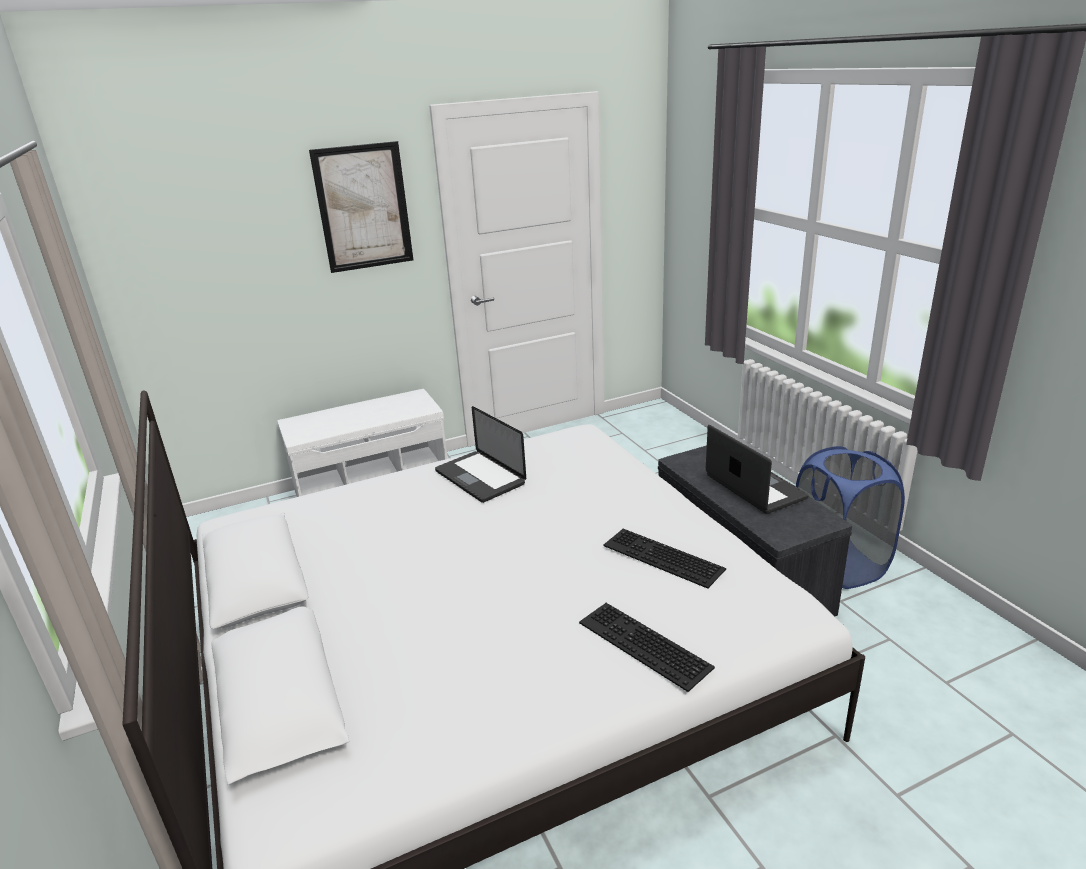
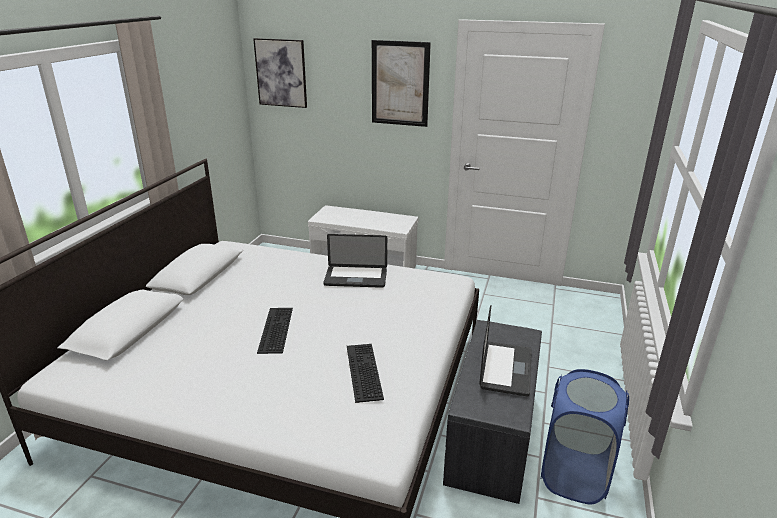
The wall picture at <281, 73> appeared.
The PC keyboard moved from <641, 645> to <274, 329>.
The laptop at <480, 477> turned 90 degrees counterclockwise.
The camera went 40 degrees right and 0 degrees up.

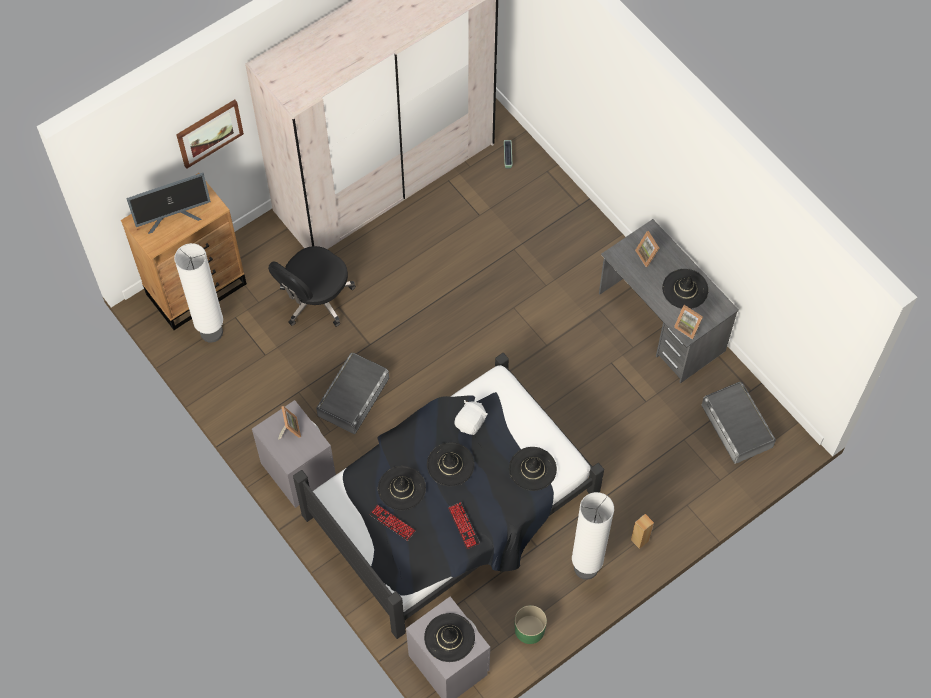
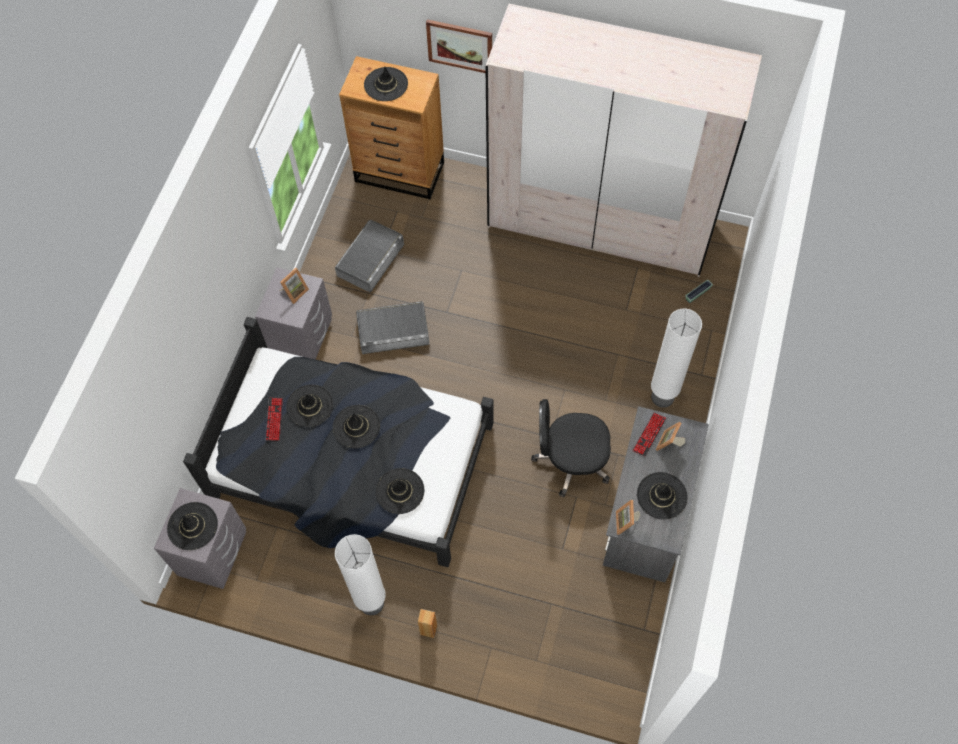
The greyish storage box moved from <737, 426> to <370, 260>.
The computer screen at <173, 217> was replaced by the black wearable hat at <386, 84>.
The black computer chair moved from <315, 299> to <570, 460>.
The PC keyboard moved from <463, 525> to <649, 434>.
The whitish standard lamp moved from <211, 332> to <662, 397>.
The whitish cuddly toy at <471, 422> disappeared.
The green-coloured planter at <530, 629> disappeared.
The camera went 55 degrees right and 0 degrees up.

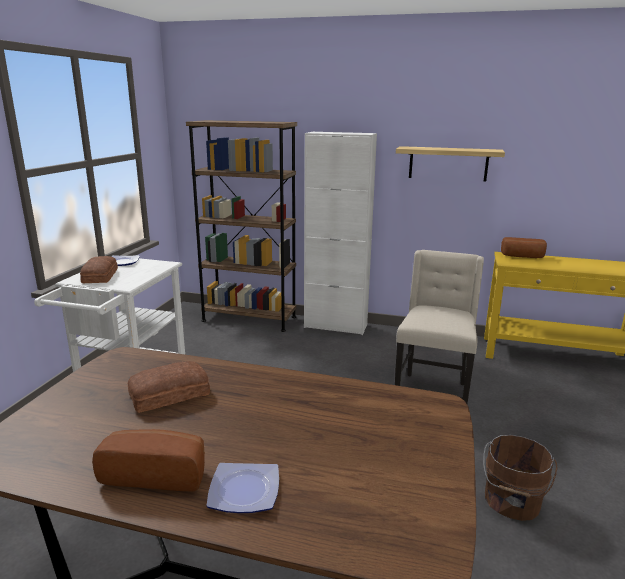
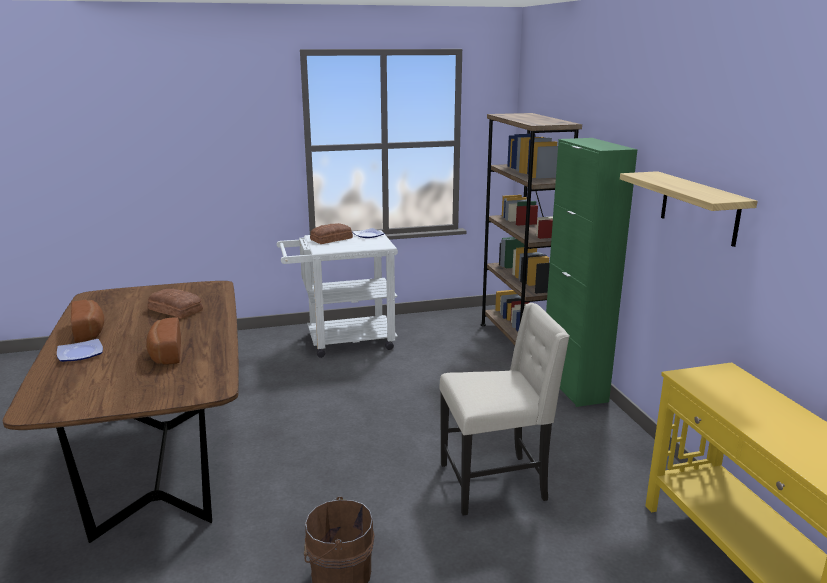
The baked bread moved from <523, 257> to <164, 353>.
The whitish cabinet at <335, 326> became the green-coloured cabinet at <573, 386>.
The camera went 60 degrees right and 0 degrees up.

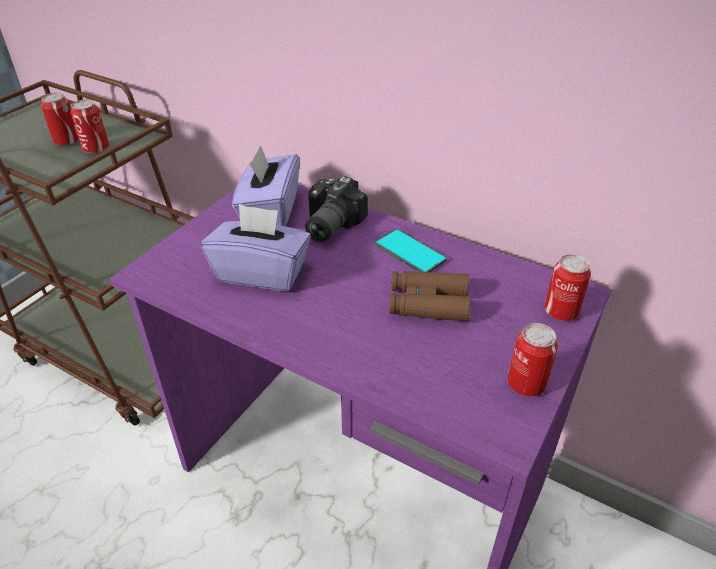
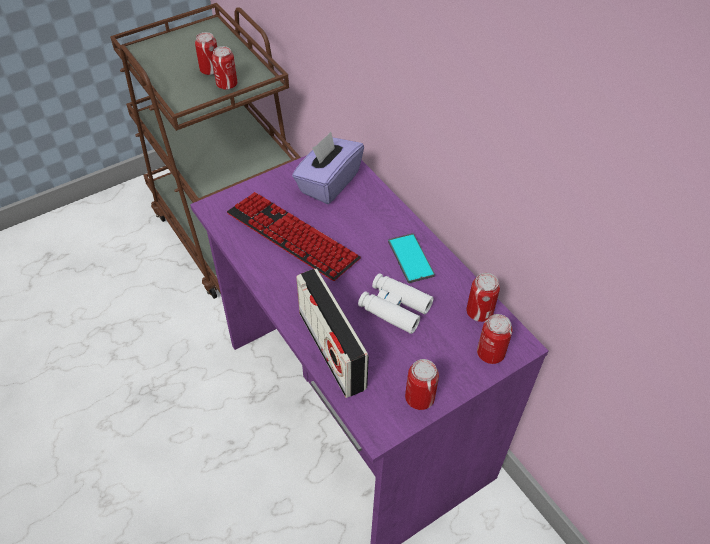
The purple box of tissues at <262, 272> was replaced by the PC keyboard at <292, 237>.
The radio set at <331, 350> appeared.
The brown-coloured binoculars at <428, 303> became the whitish binoculars at <394, 307>.
The can at <479, 312> appeared.
The still camera at <328, 225> disappeared.
The camera went 25 degrees right and 10 degrees up.

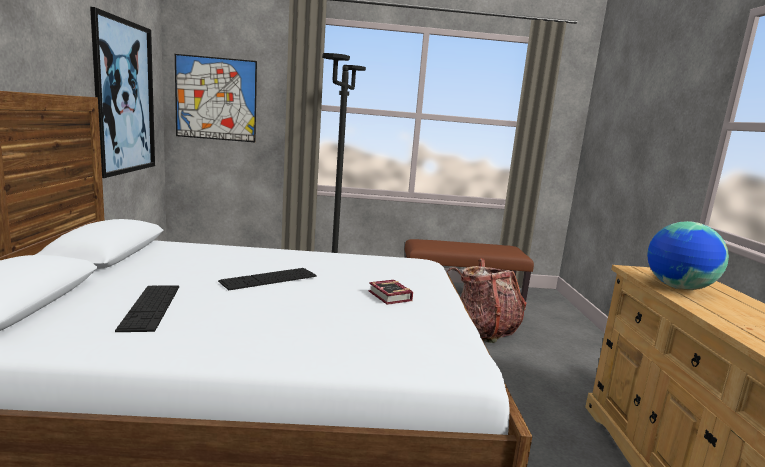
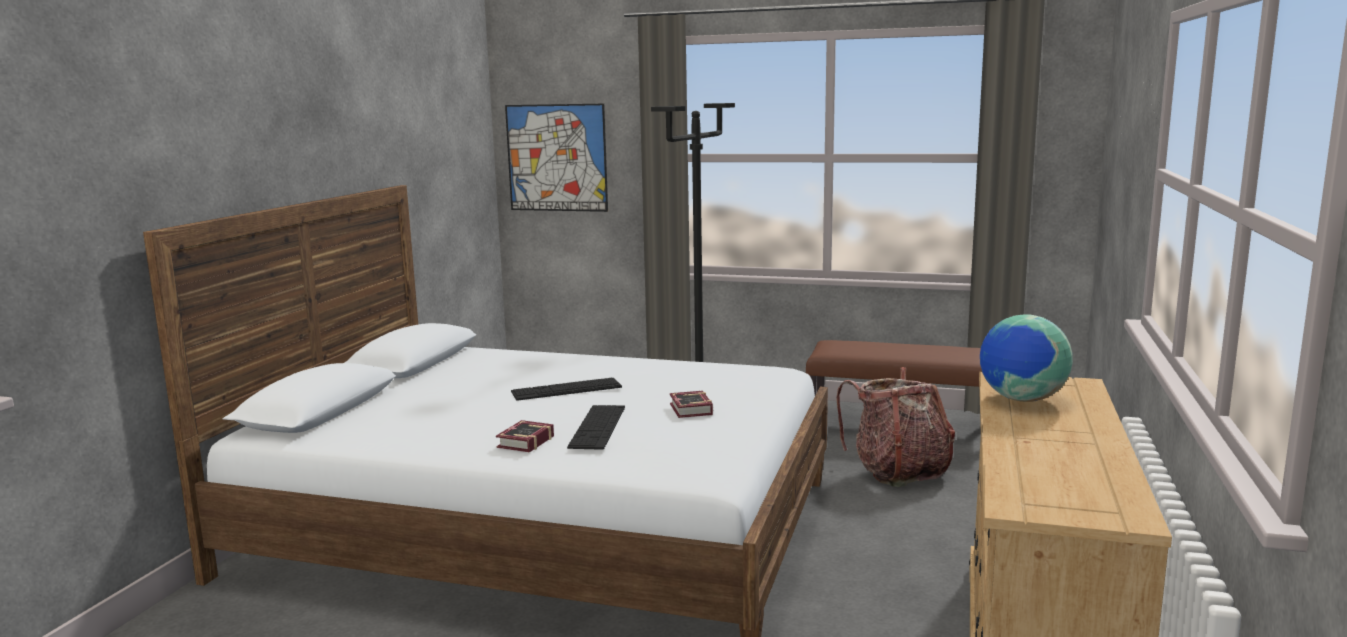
The bound book at <523, 442> appeared.
The PC keyboard moved from <150, 307> to <597, 427>.
The wall picture at <125, 97> disappeared.
The camera went 20 degrees right and 0 degrees up.

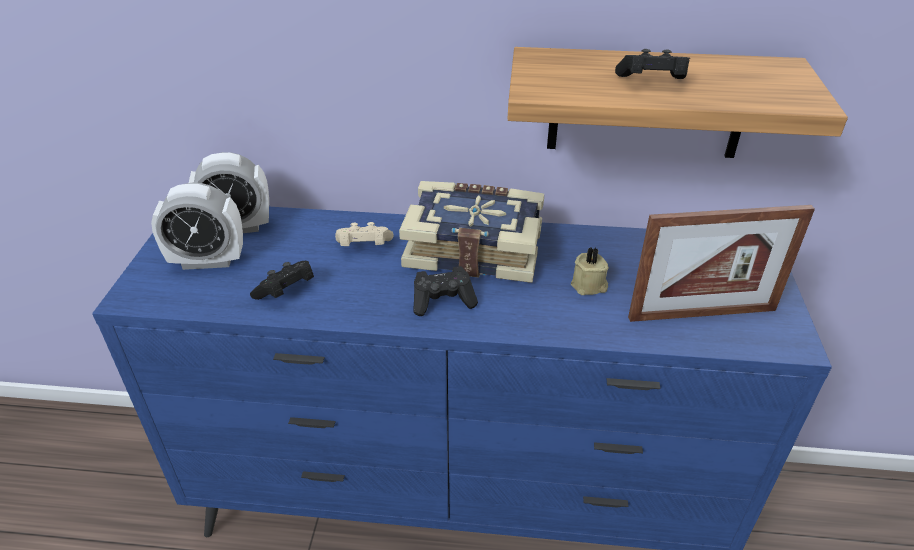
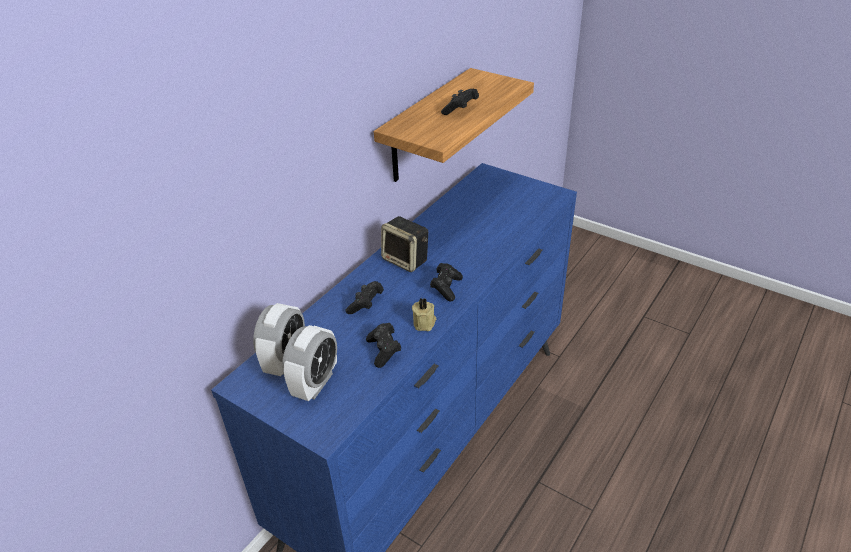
The beige joypad at <364, 247> became the black joypad at <366, 304>.
The bound book at <474, 247> was replaced by the audio speaker at <406, 260>.
The beige wax candle moved from <589, 286> to <425, 323>.
The photo frame at <702, 314> disappeared.
The camera went 60 degrees left and 0 degrees up.

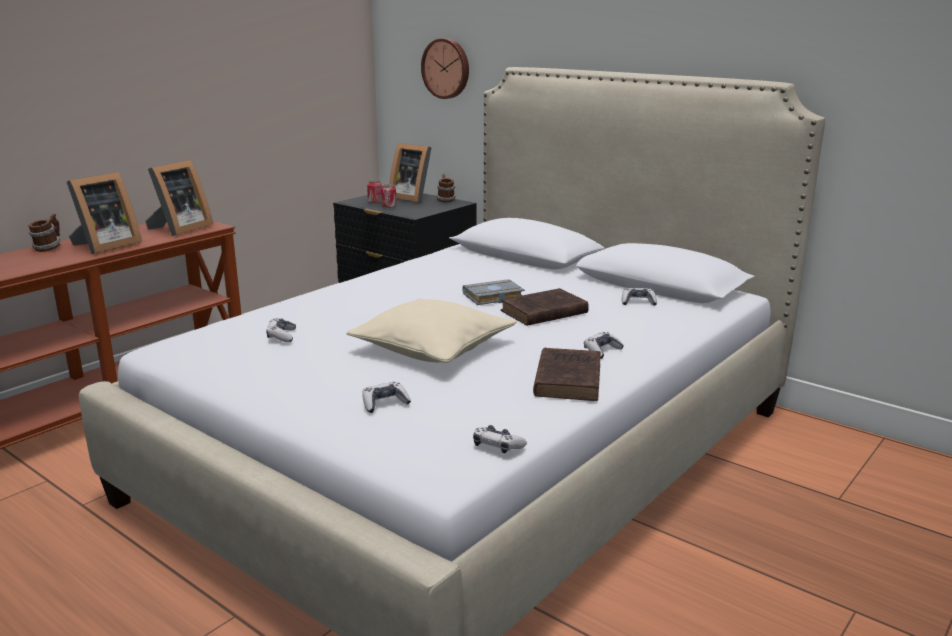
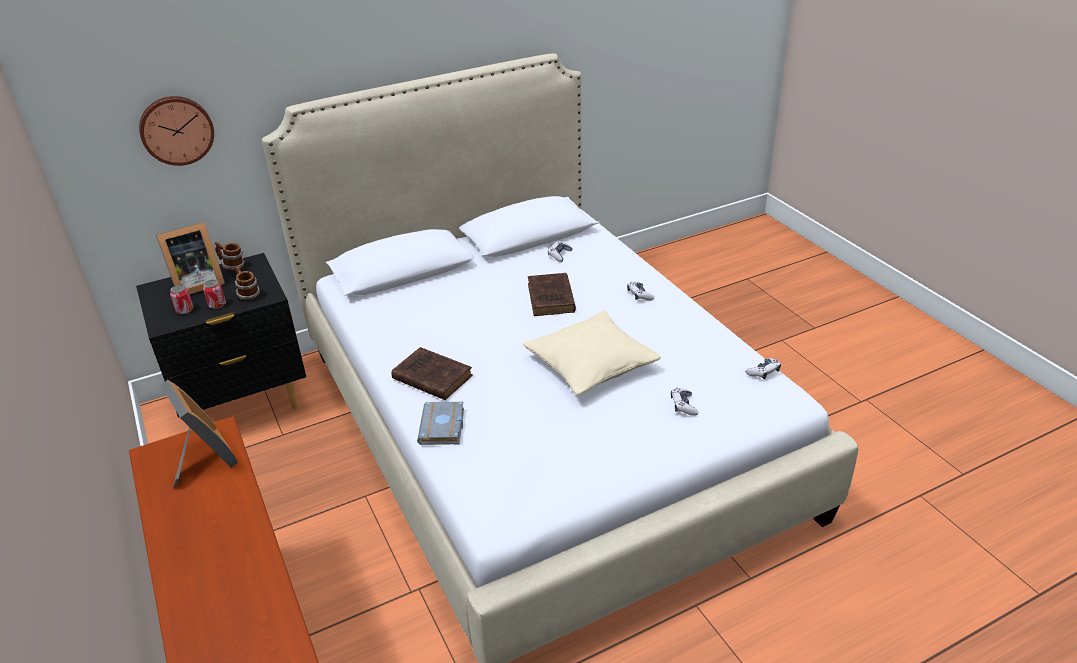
The mug moved from <48, 248> to <248, 295>.
The brown-coloured bound book moved from <568, 378> to <430, 377>.
The greyish bound book moved from <493, 297> to <443, 427>.
The photo frame at <105, 246> disappeared.
The joypad at <281, 336> disappeared.
The camera went 65 degrees left and 15 degrees up.

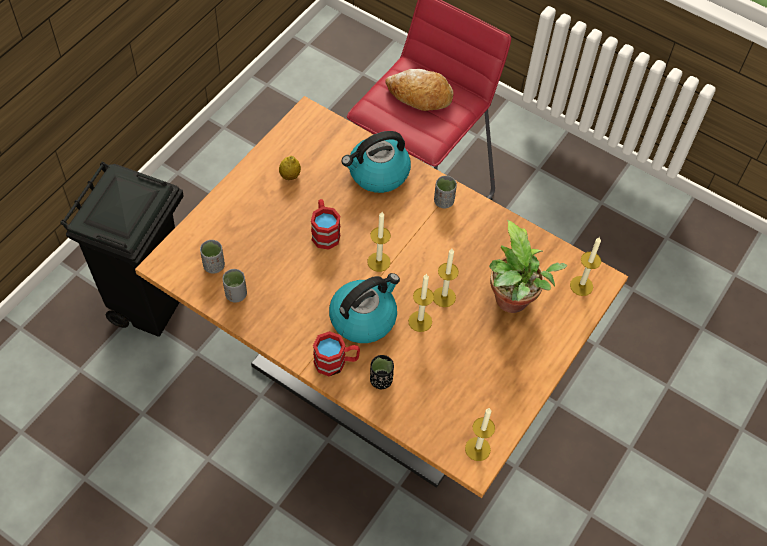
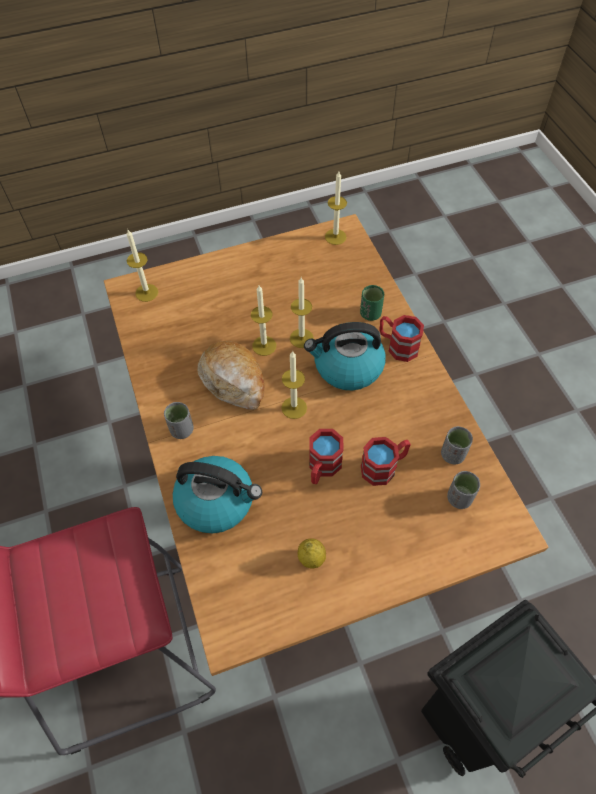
The baked bread moved from <419, 96> to <234, 381>.
The black drinking cup at <381, 380> became the green-coloured drinking cup at <370, 314>.
The reddish mug at <384, 467> appeared.
The plant in a pot at <513, 303> disappeared.
The camera went 140 degrees left and 0 degrees up.

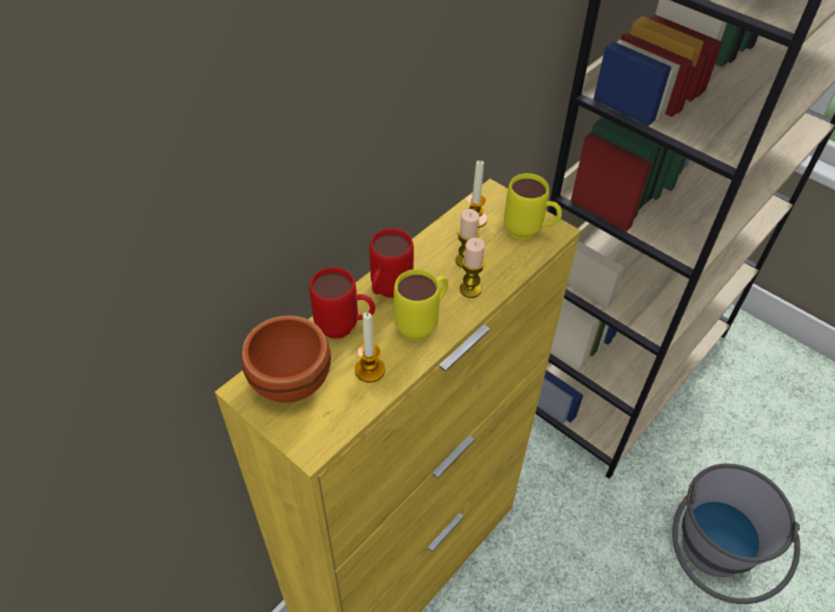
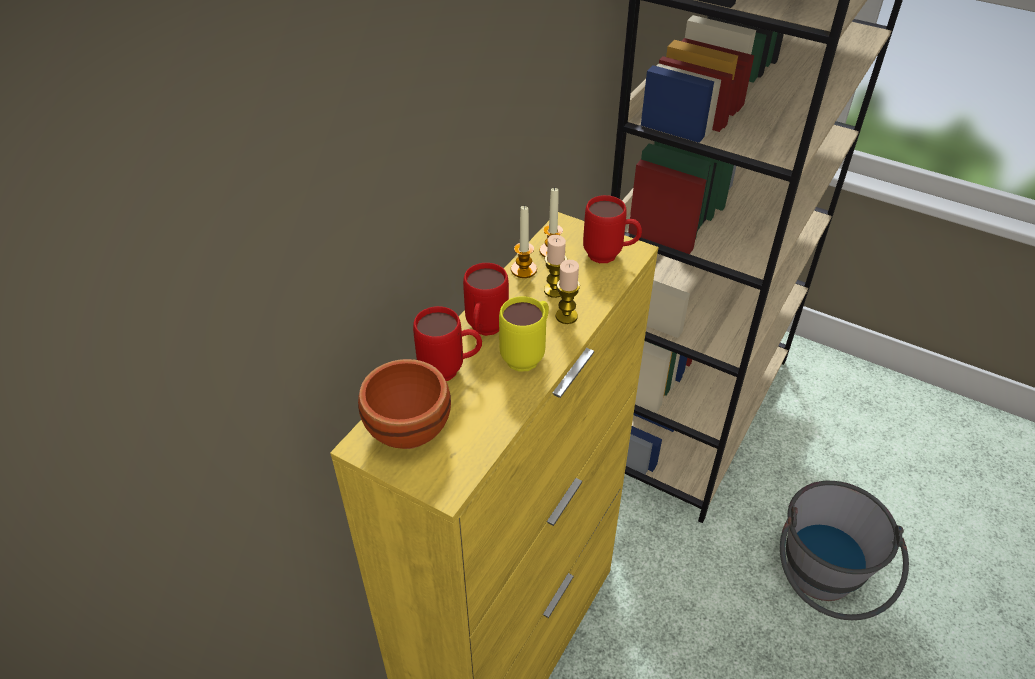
The wax candle moved from <370, 370> to <523, 269>.
The yellowish mug at <529, 233> became the reddish mug at <610, 257>.
The camera went 10 degrees left and 5 degrees down.

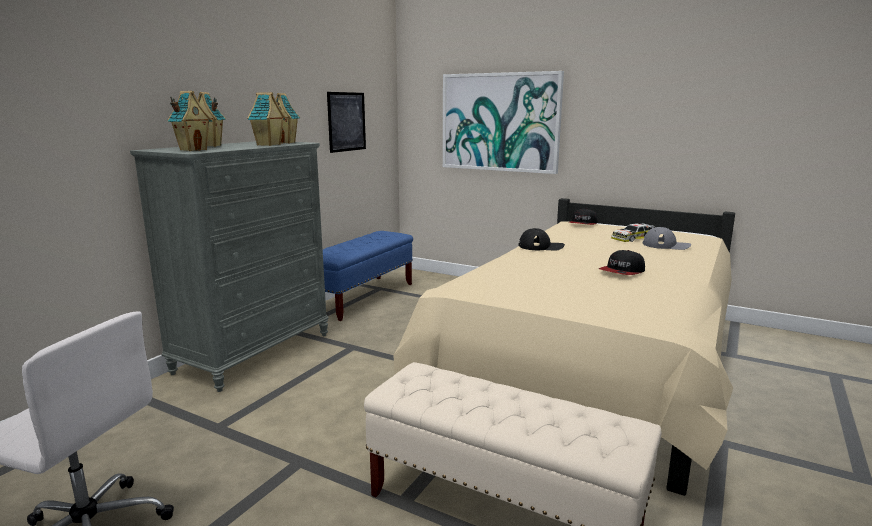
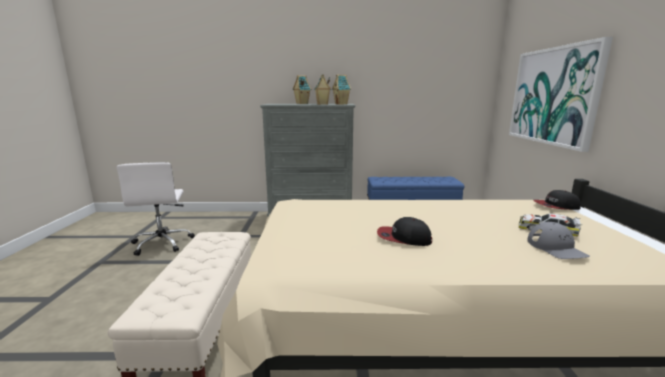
The toy house at <193, 150> disappeared.
The wall picture at <346, 121> disappeared.
The black cap at <541, 246> disappeared.
The camera went 60 degrees right and 0 degrees up.

